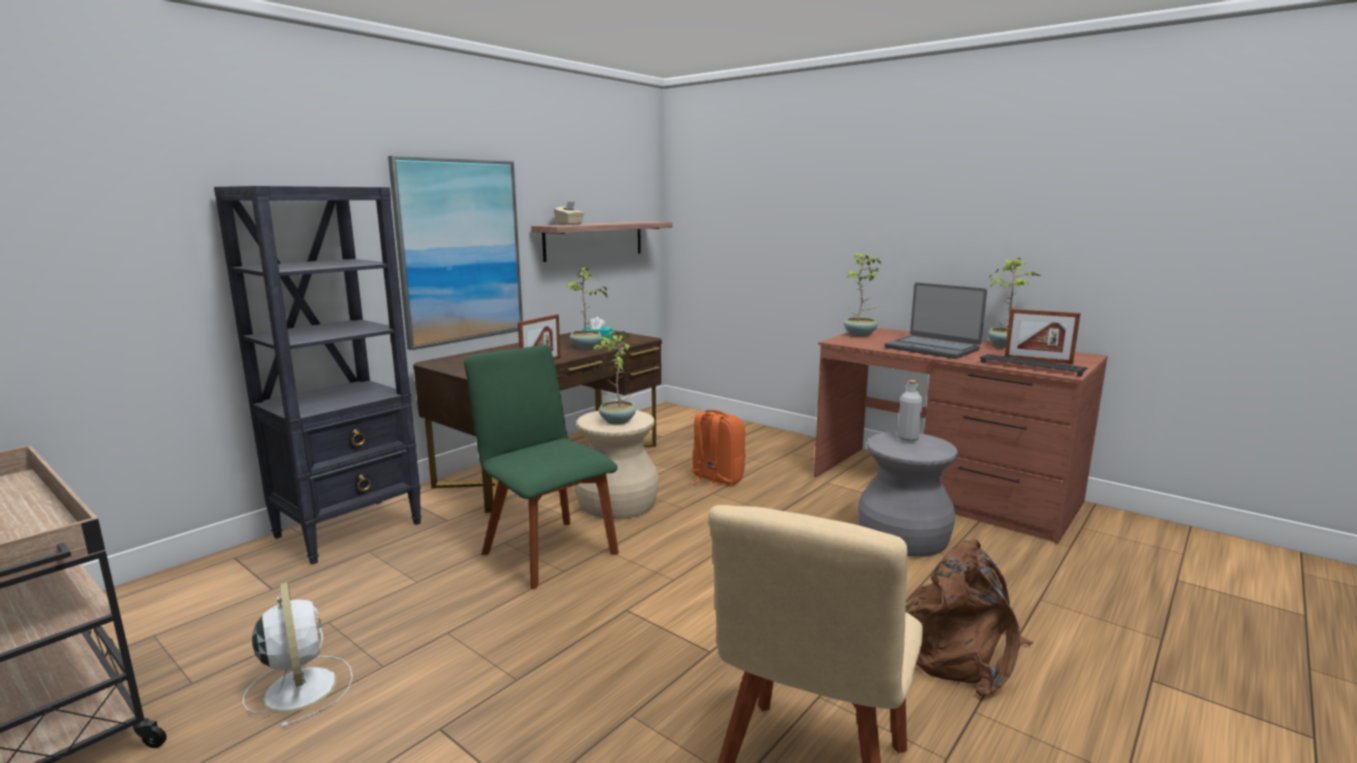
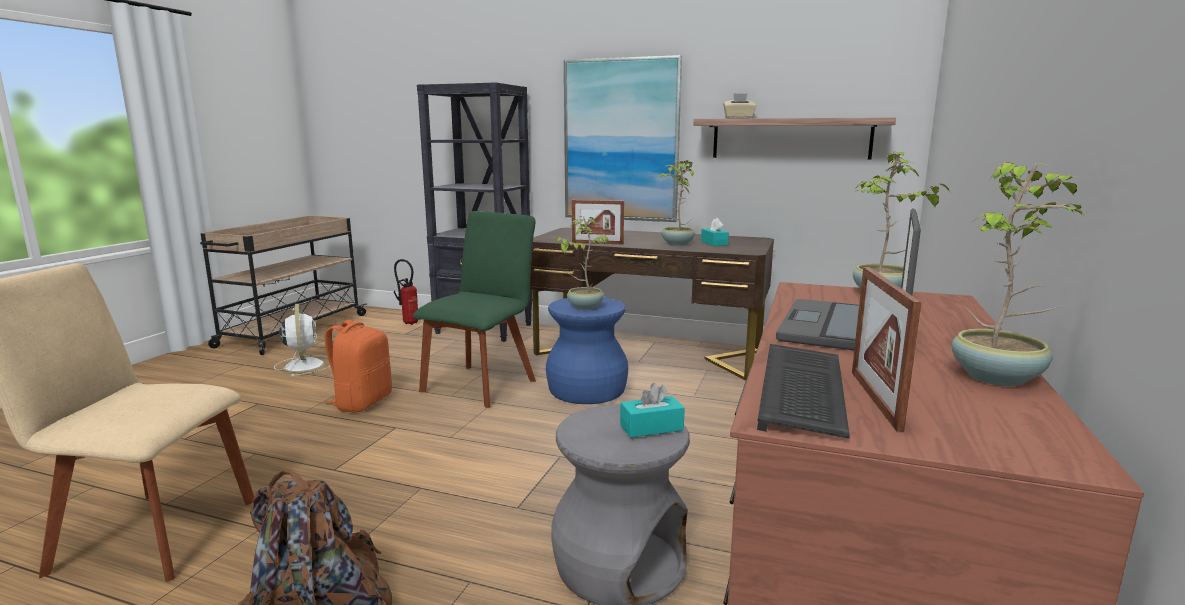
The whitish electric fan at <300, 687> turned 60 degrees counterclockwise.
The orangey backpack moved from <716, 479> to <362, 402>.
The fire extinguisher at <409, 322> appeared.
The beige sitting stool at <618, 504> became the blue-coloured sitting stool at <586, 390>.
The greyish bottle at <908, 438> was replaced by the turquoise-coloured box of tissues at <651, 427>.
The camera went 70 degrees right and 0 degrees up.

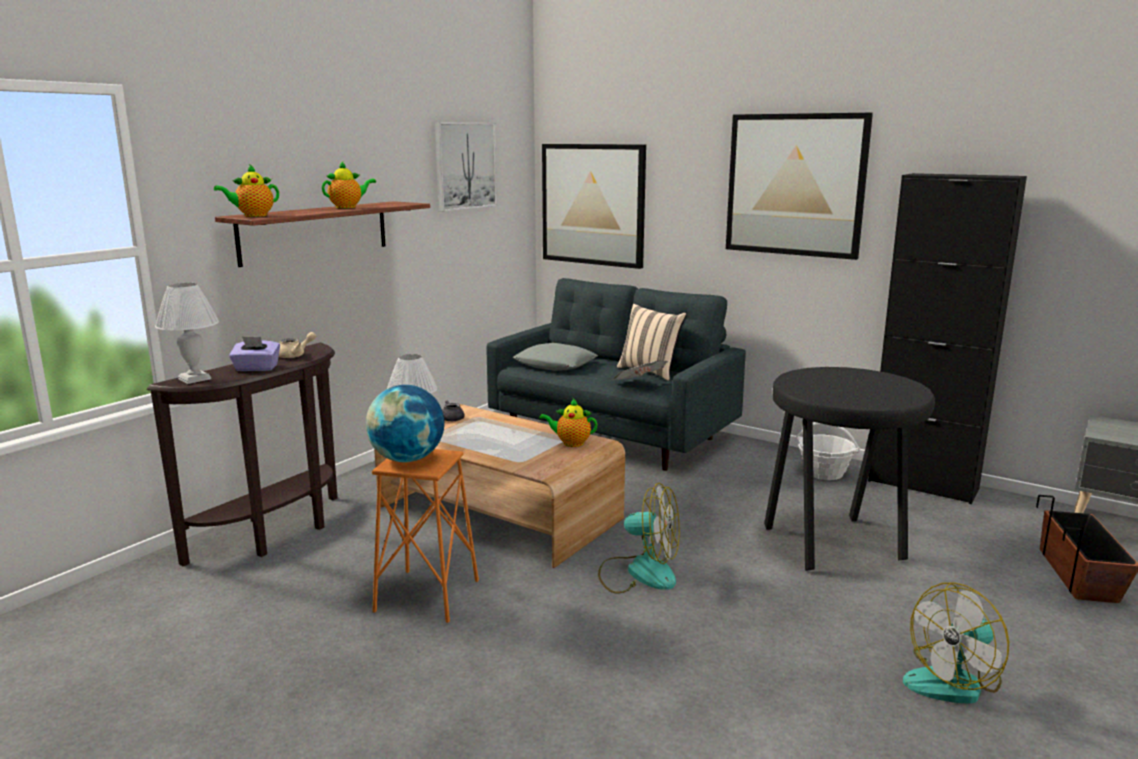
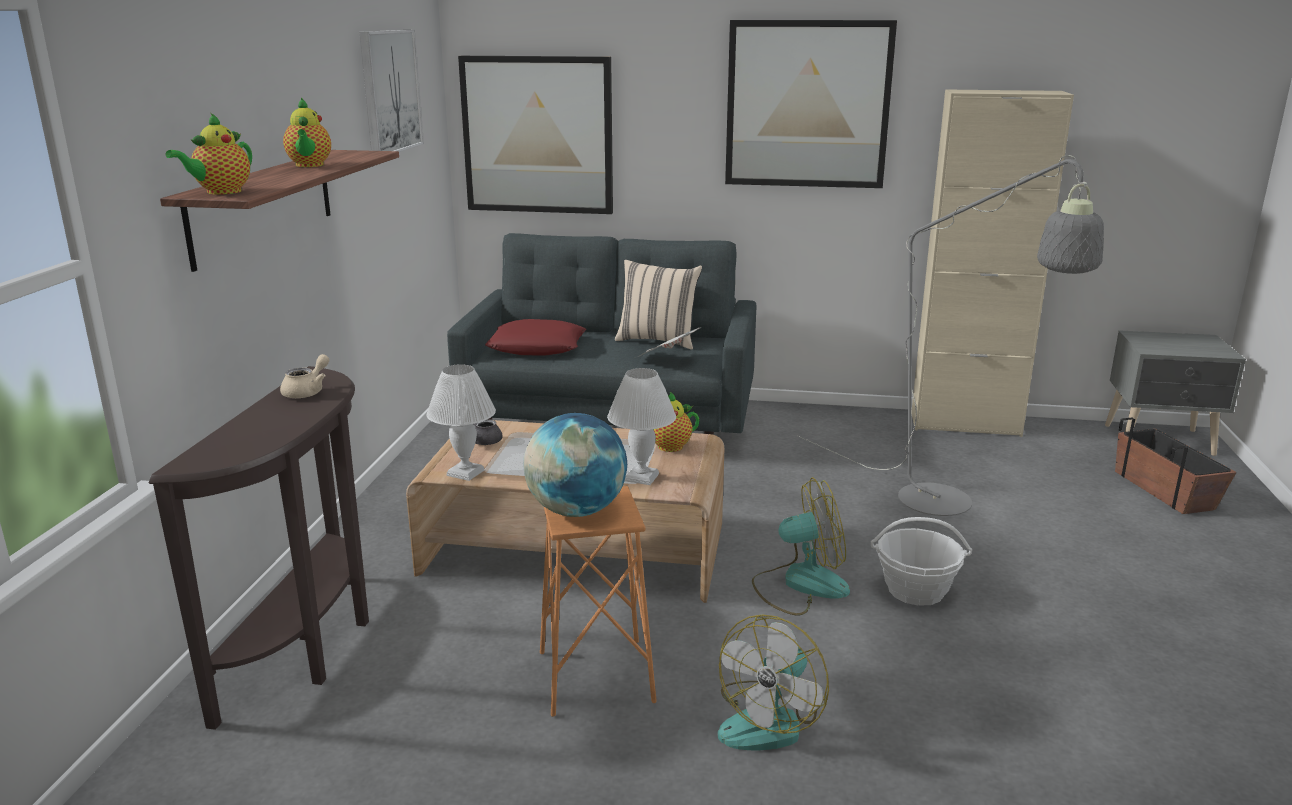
The teapot at <348, 207> turned 135 degrees clockwise.
The greyish pillow at <555, 364> became the reddish pillow at <537, 347>.
The whitish tabletop lamp moved from <195, 379> to <641, 477>.
The electric fan moved from <954, 681> to <770, 720>.
The black sitting stool at <836, 544> was replaced by the greyish standard lamp at <951, 506>.
The household basket moved from <824, 473> to <915, 590>.
The black cabinet at <923, 485> became the beige cabinet at <965, 424>.
The purple box of tissues at <256, 368> disappeared.
The camera went 25 degrees left and 5 degrees up.

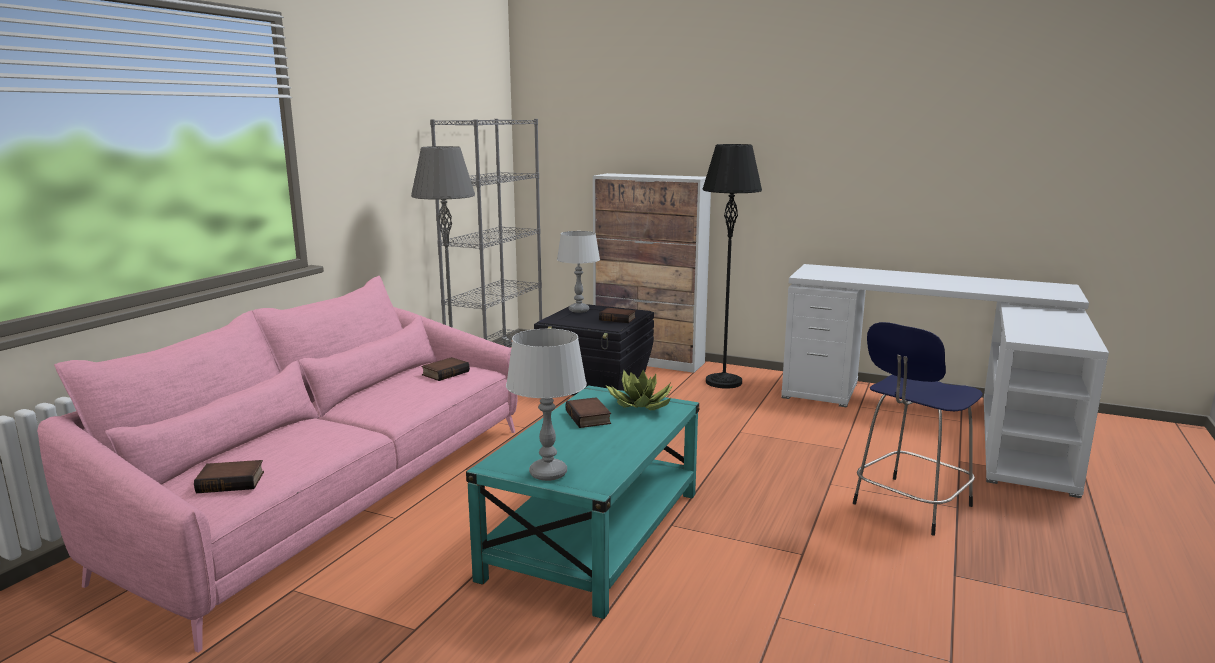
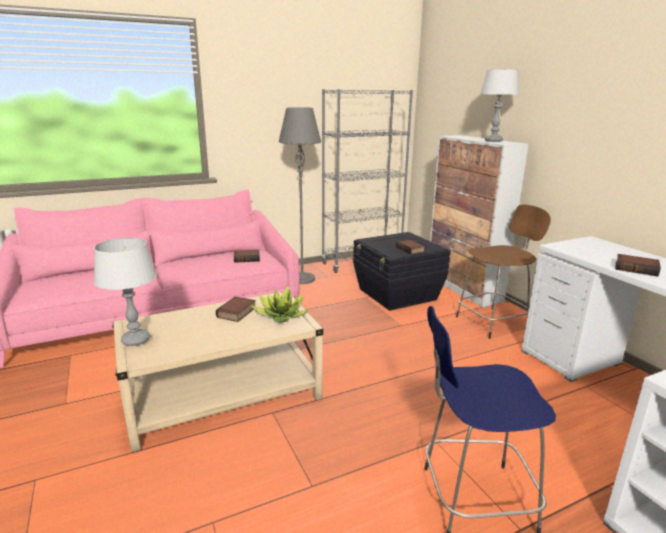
The turquoise-coloured lounge table at <595, 534> became the beige lounge table at <223, 395>.
The black standard lamp at <724, 382> was replaced by the brown-coloured sitting stool at <493, 322>.
The greyish tabletop lamp moved from <579, 310> to <493, 141>.
The bound book moved from <232, 481> to <636, 268>.
The camera went 40 degrees right and 5 degrees up.

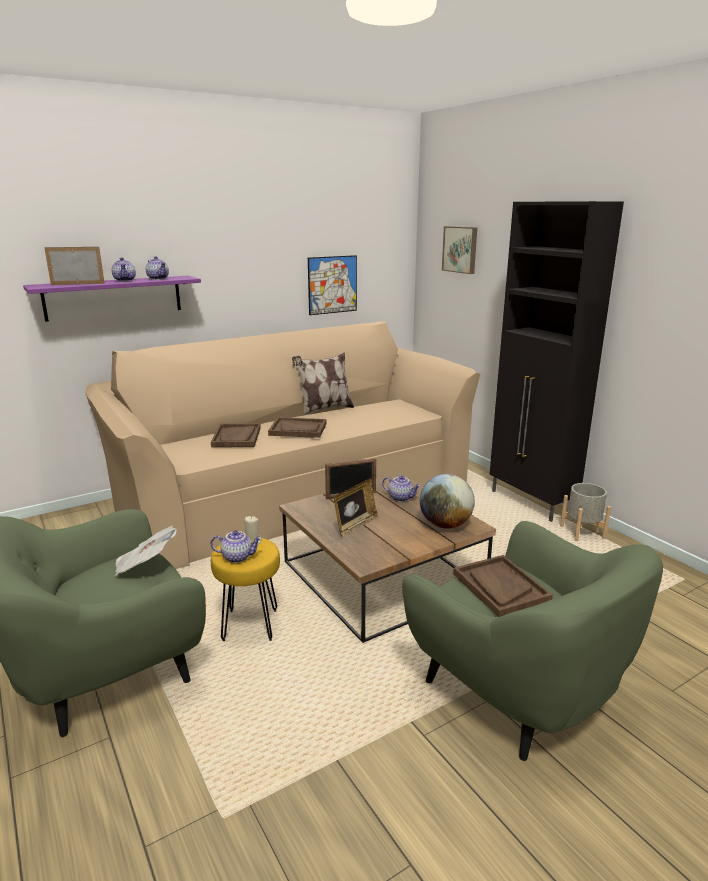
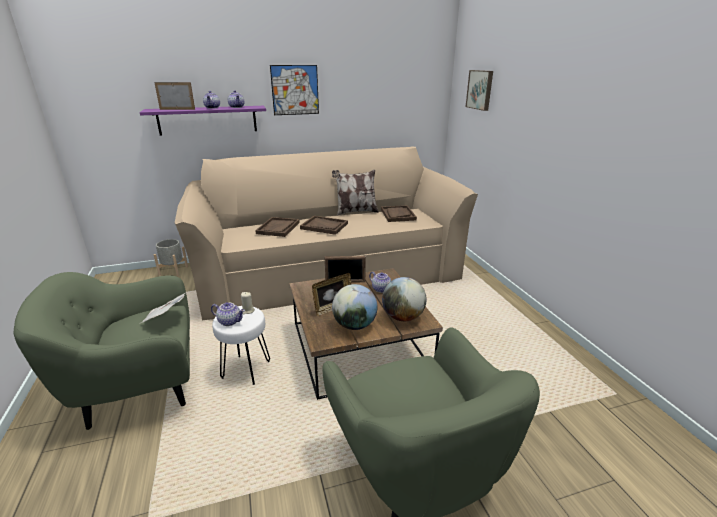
The greyish planter moved from <582, 532> to <173, 270>.
The yellowish sitting stool at <249, 625> became the whitish sitting stool at <246, 369>.
The wall picture moved from <332, 285> to <295, 90>.
The globe at <354, 325> appeared.
The brown-coloured tray moved from <500, 587> to <398, 214>.
The black cabinet at <531, 502> disappeared.
The camera went 15 degrees right and 5 degrees up.

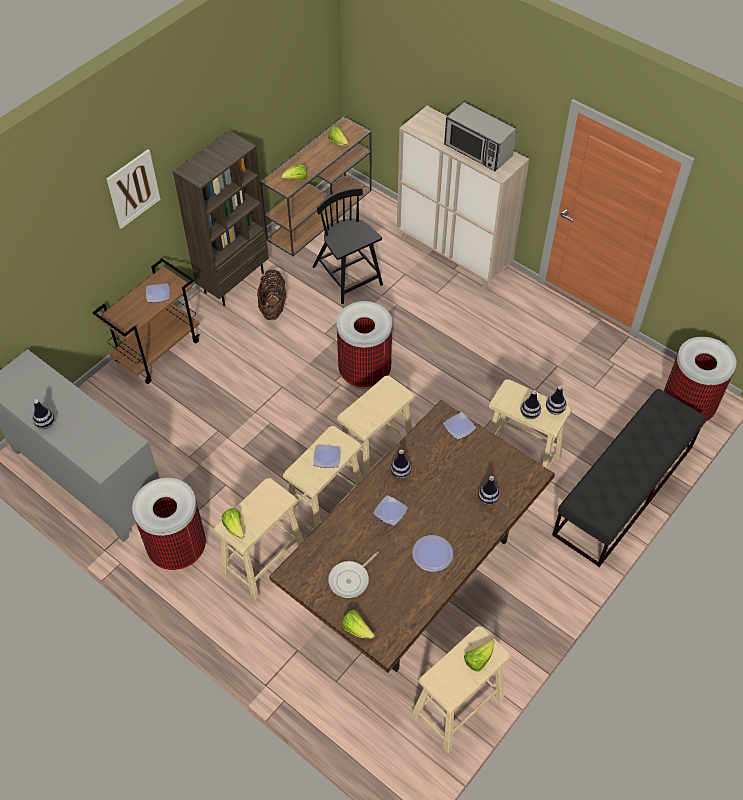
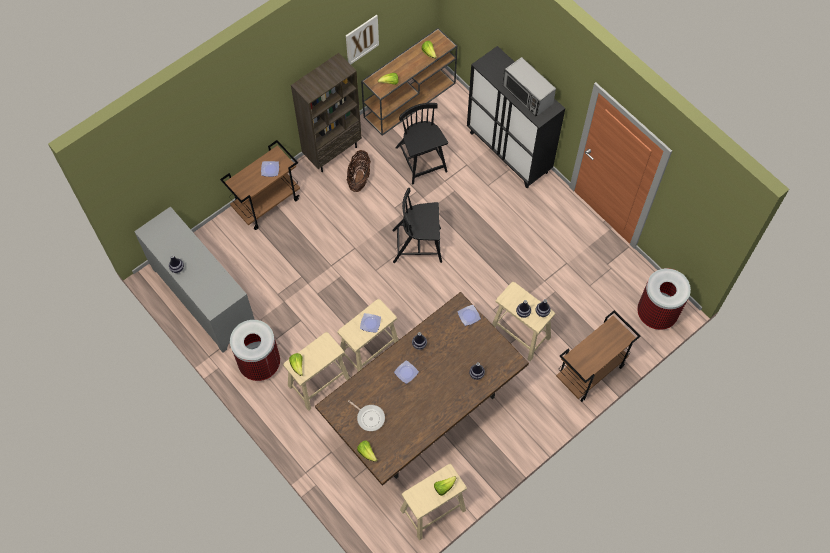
The wall picture moved from <133, 188> to <362, 39>.
The pan at <351, 579> turned 105 degrees counterclockwise.
The rubbish bin at <364, 372> was replaced by the black upright chair at <418, 245>.
The beige cabinet at <454, 254> became the black cabinet at <509, 152>.
The black bench at <623, 490> was replaced by the brown-coloured trolley at <590, 372>.
The beige sitting stool at <376, 456> disappeared.
The flat dish at <432, 554> disappeared.
The camera went 10 degrees right and 10 degrees up.

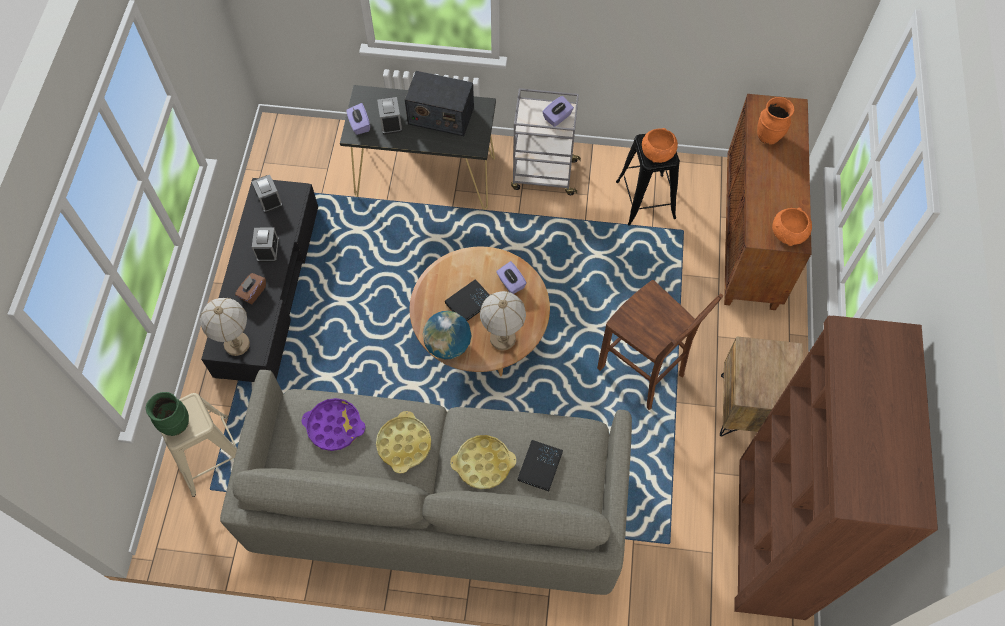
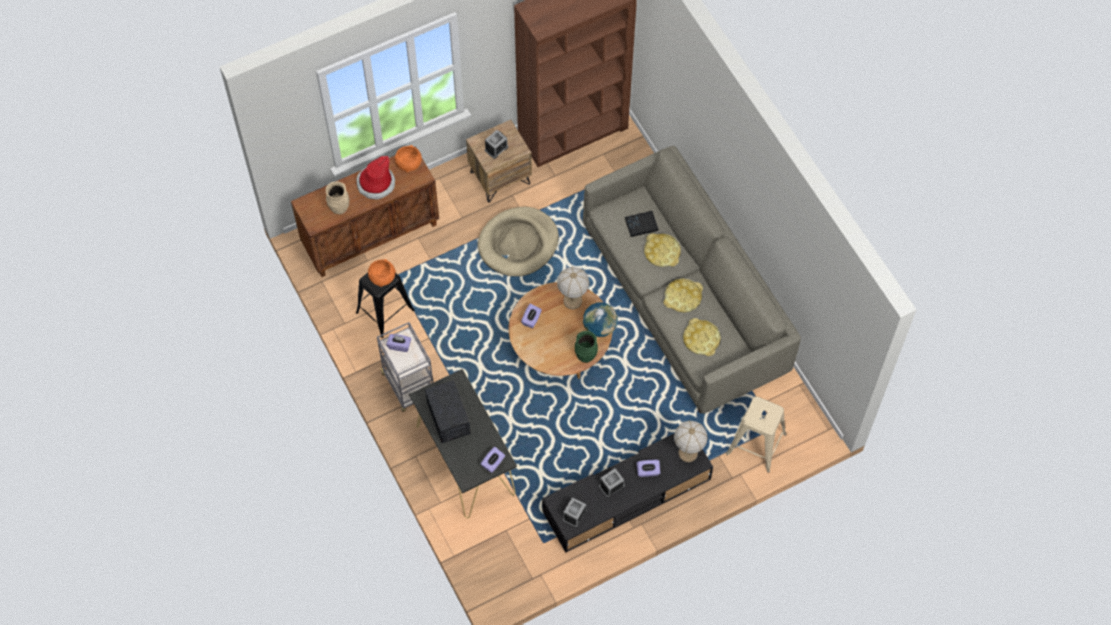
The orangey vase at <768, 136> became the beige vase at <339, 207>.
The wearable hat at <376, 184> appeared.
The brown-coloured sitting stool at <643, 372> was replaced by the beige dog cushion at <518, 244>.
The bedside clock moved from <390, 122> to <496, 148>.
The green-coloured vase moved from <177, 424> to <585, 355>.
The brown-coloured box of tissues at <252, 292> became the purple box of tissues at <648, 471>.
The purple tray at <334, 426> became the yellowish tray at <701, 339>.
The black bound book at <469, 302> disappeared.
The camera went 125 degrees left and 0 degrees up.

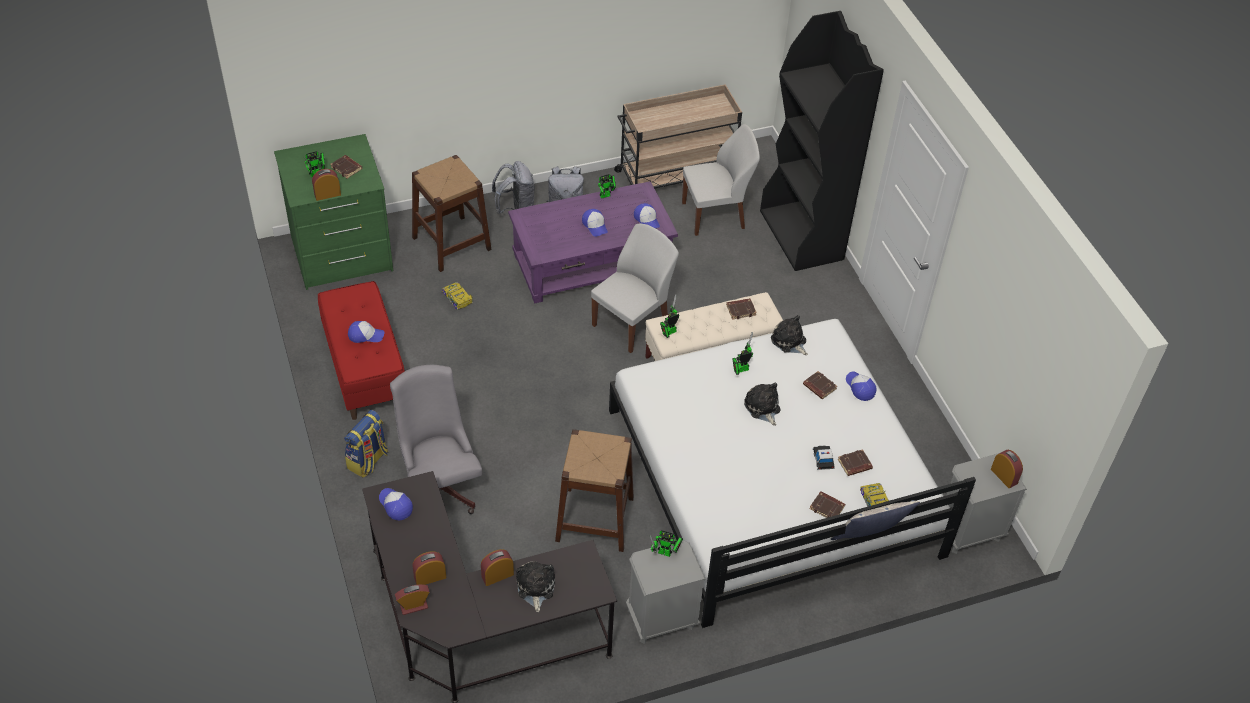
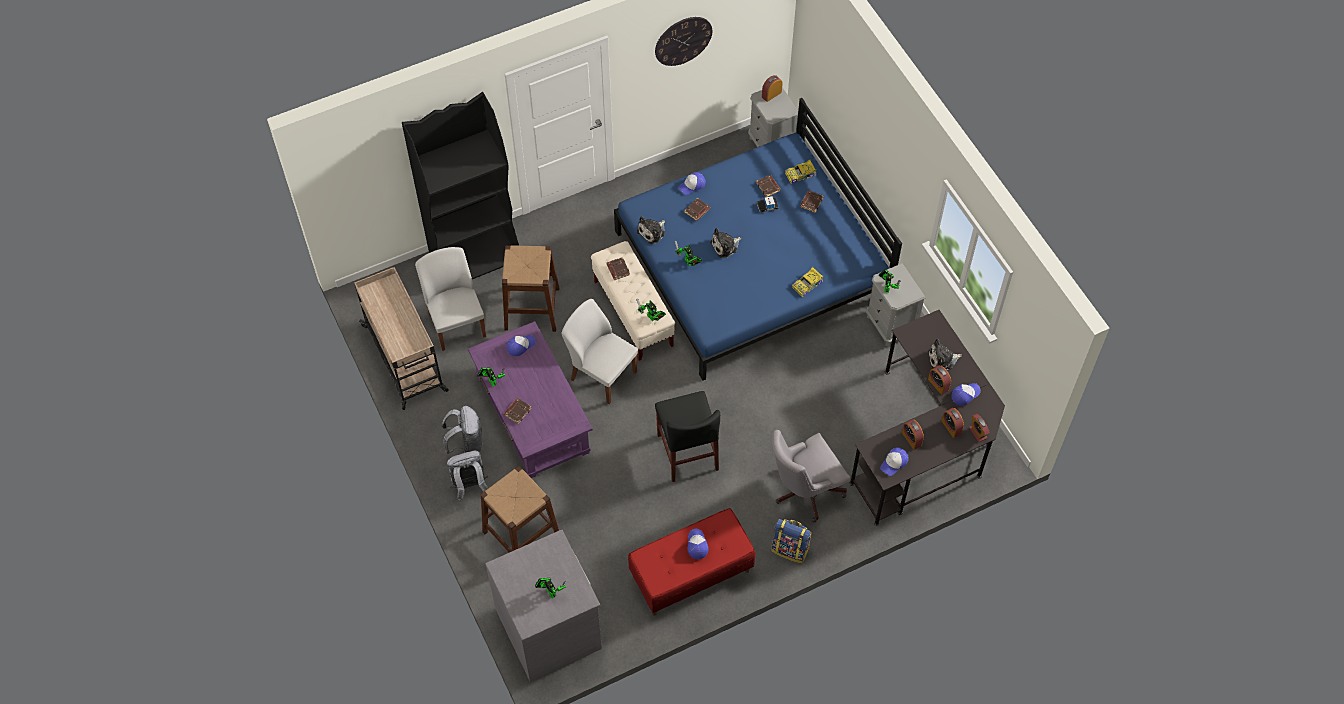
The green-coloured chest of drawers at <342, 255> became the greyish chest of drawers at <550, 628>.
The brown-coloured sitting stool moved from <594, 519> to <532, 308>.
The brown-coloured bound book moved from <347, 168> to <517, 411>.
The whitish sleeping bed at <772, 482> became the blue-coloured sleeping bed at <752, 265>.
The hanging clock at <683, 40> appeared.
The black upright chair at <687, 452> appeared.
The model car moved from <457, 298> to <807, 284>.
The bedside clock moved from <327, 194> to <911, 439>.
The cap moved from <595, 225> to <965, 394>.
The pillow at <868, 540> disappeared.
The camera went 95 degrees left and 10 degrees up.

